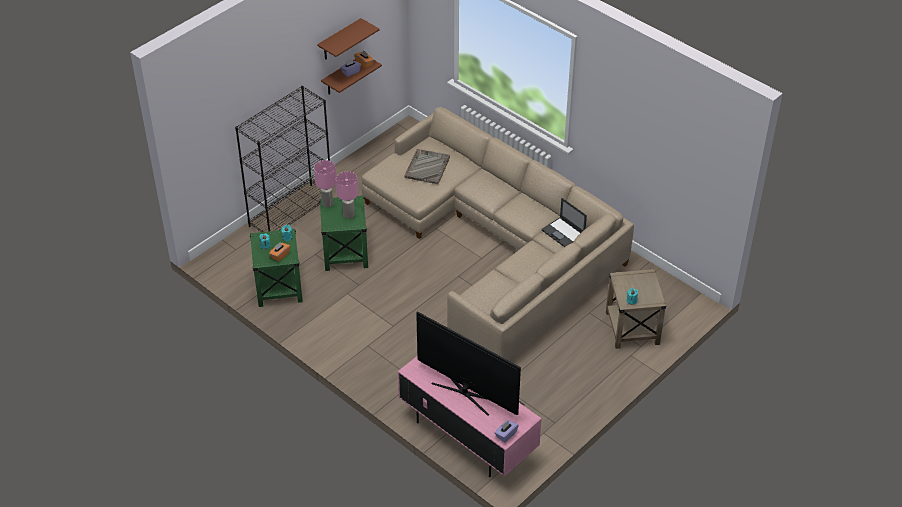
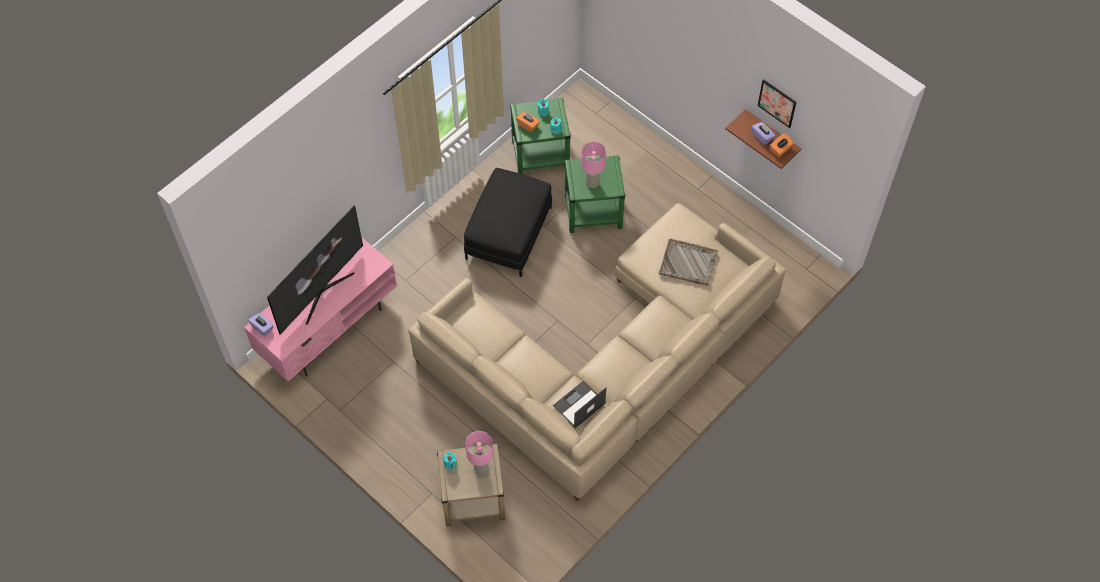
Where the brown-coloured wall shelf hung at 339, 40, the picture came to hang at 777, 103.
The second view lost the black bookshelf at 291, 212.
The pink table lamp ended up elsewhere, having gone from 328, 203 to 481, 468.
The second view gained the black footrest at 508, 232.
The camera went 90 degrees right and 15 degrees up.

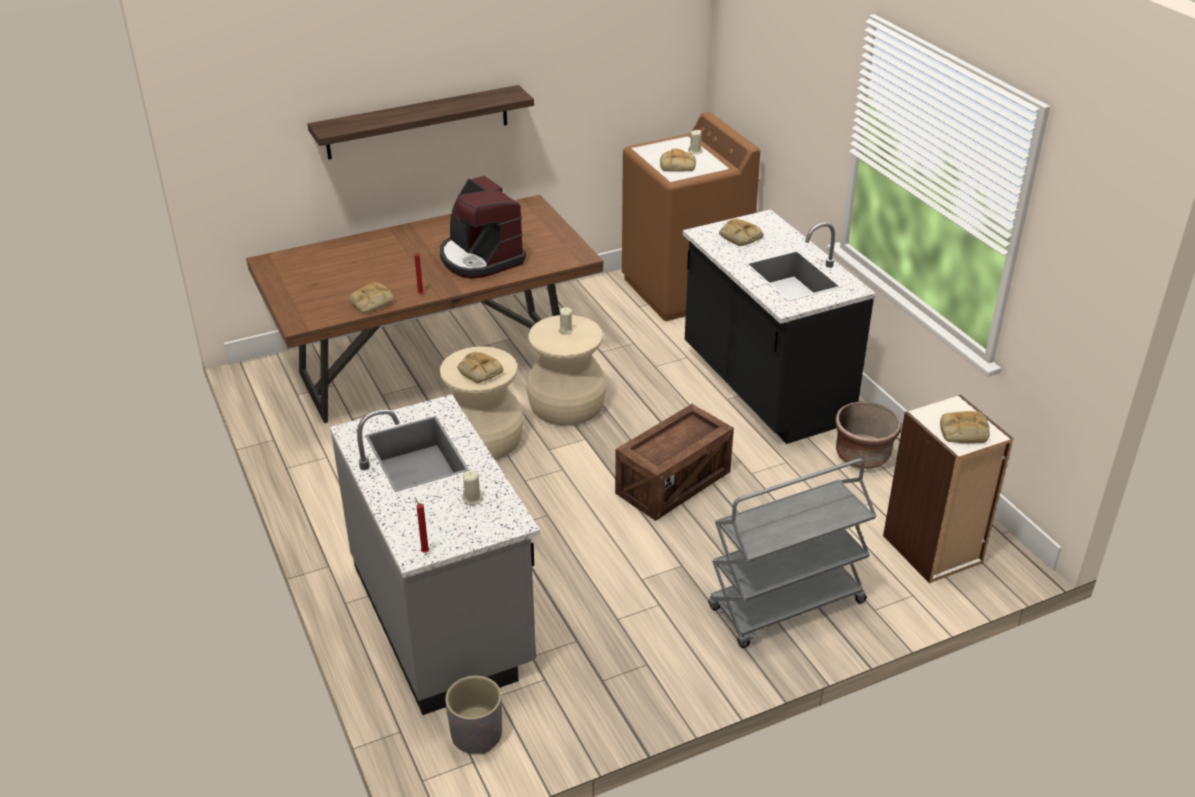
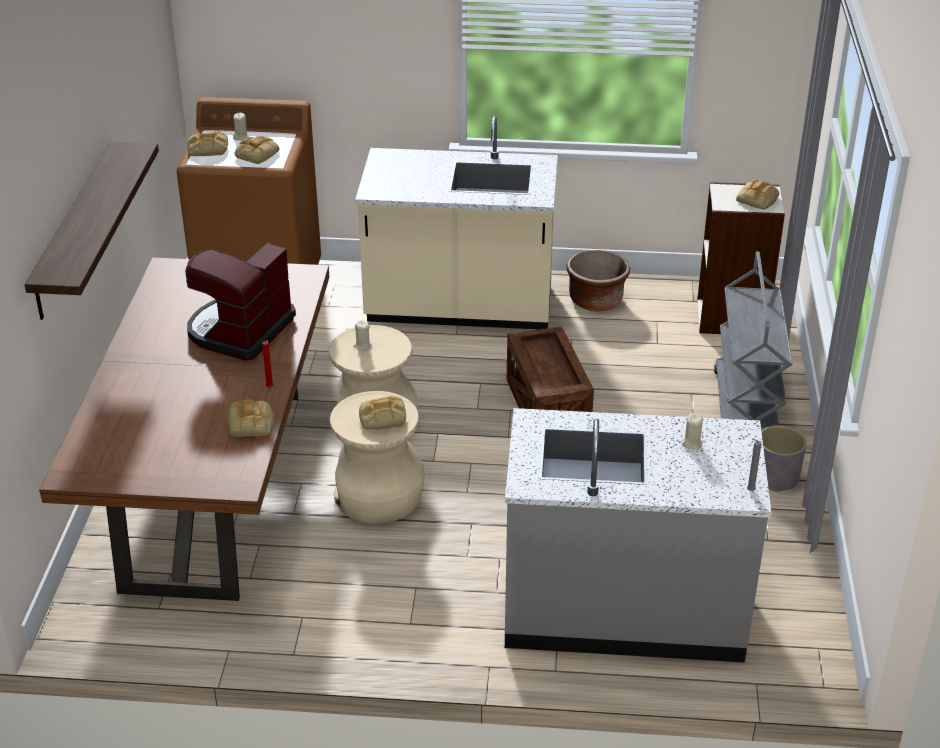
The coffee brewer at 480, 258 ended up facing another way, 120 degrees clockwise from before.
What was the black counter at 763, 388 turned into the beige-coloured counter at 459, 309.
The bread ended up elsewhere, having gone from 739, 236 to 207, 149.
What was the reddish wax candle at 424, 551 turned into the gray wax candle at 749, 491.
The gray plant pot ended up elsewhere, having gone from 477, 735 to 776, 478.
The camera went 60 degrees left and 0 degrees up.

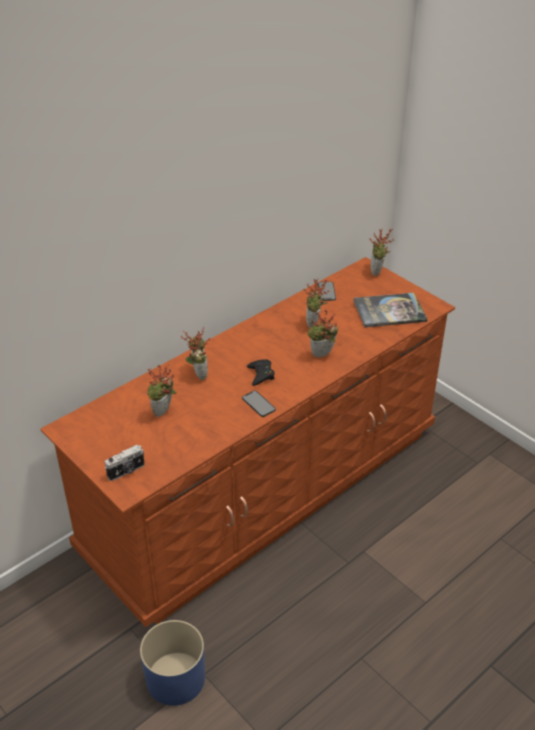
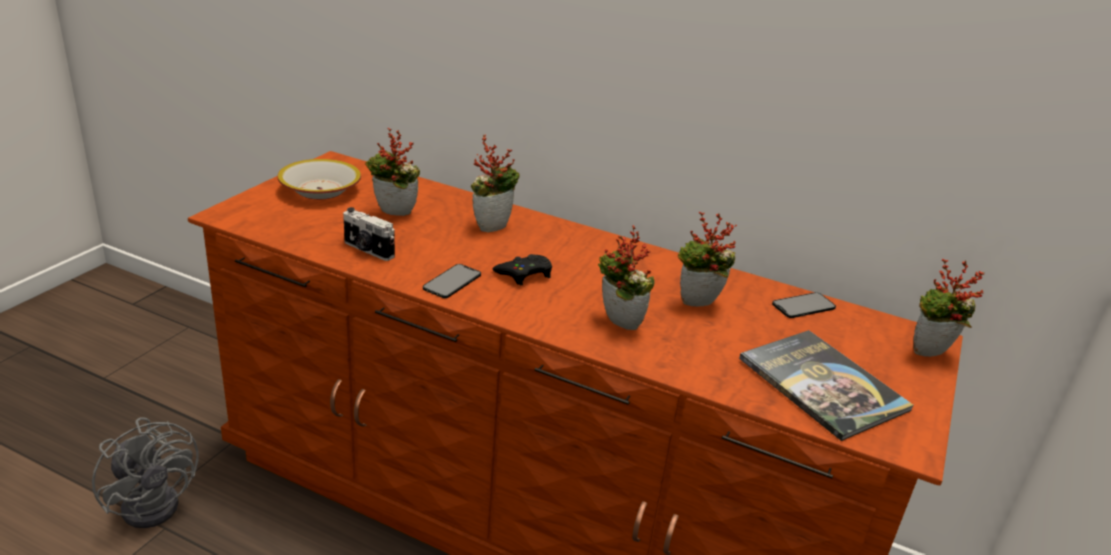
The still camera ended up elsewhere, having gone from 126, 471 to 367, 250.
Where the blue-coloured plant pot stood at 175, 678, the gray cooling fan came to stand at 157, 500.
The second view gained the serving bowl at 319, 190.
The camera went 65 degrees right and 10 degrees down.

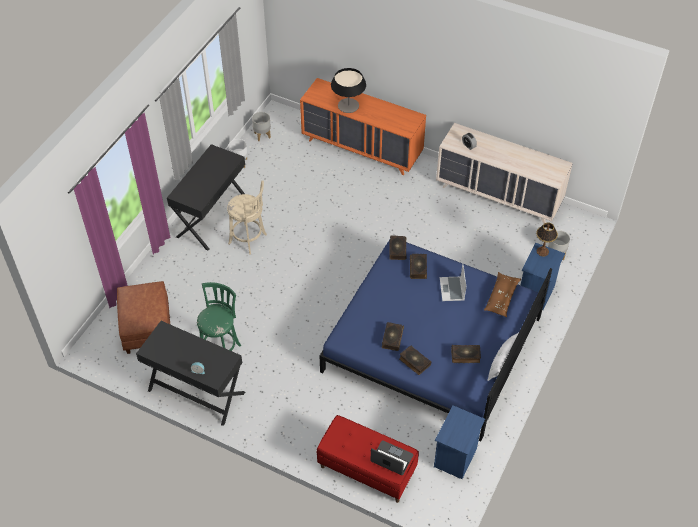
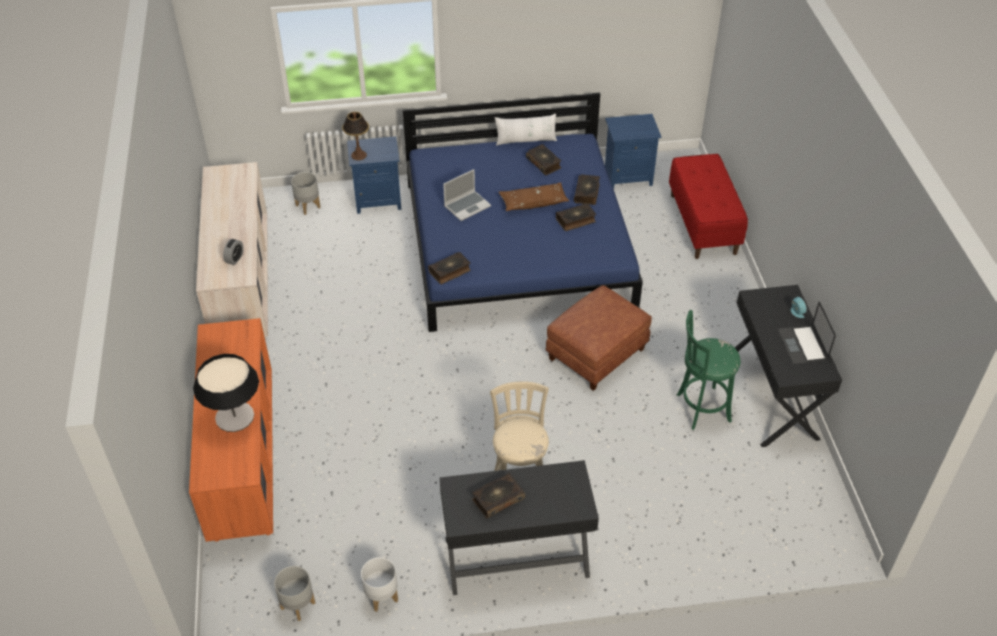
The bound book ended up elsewhere, having gone from 418, 268 to 497, 499.
The brown-coloured pillow ended up elsewhere, having gone from 501, 298 to 533, 202.
The brown-coloured footrest ended up elsewhere, having gone from 146, 327 to 596, 355.
The portable computer ended up elsewhere, having gone from 391, 458 to 803, 345.
The camera went 125 degrees left and 5 degrees down.

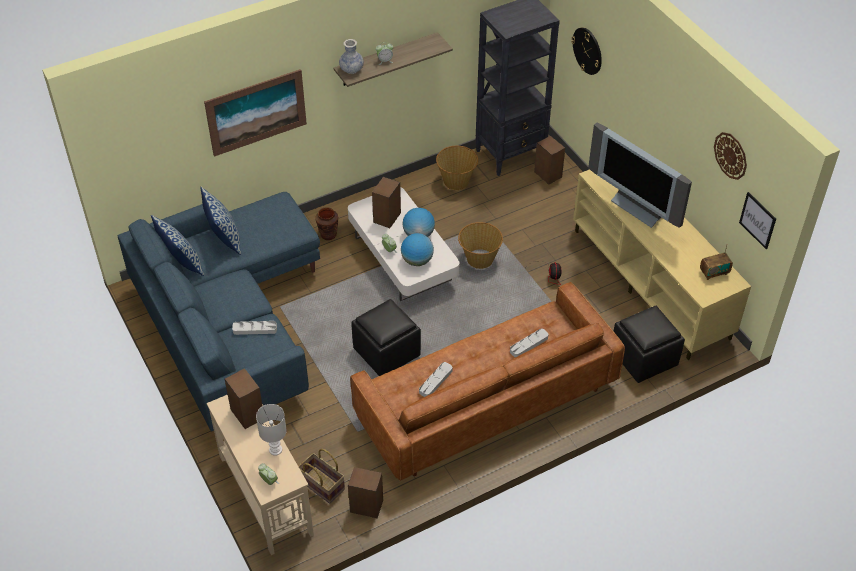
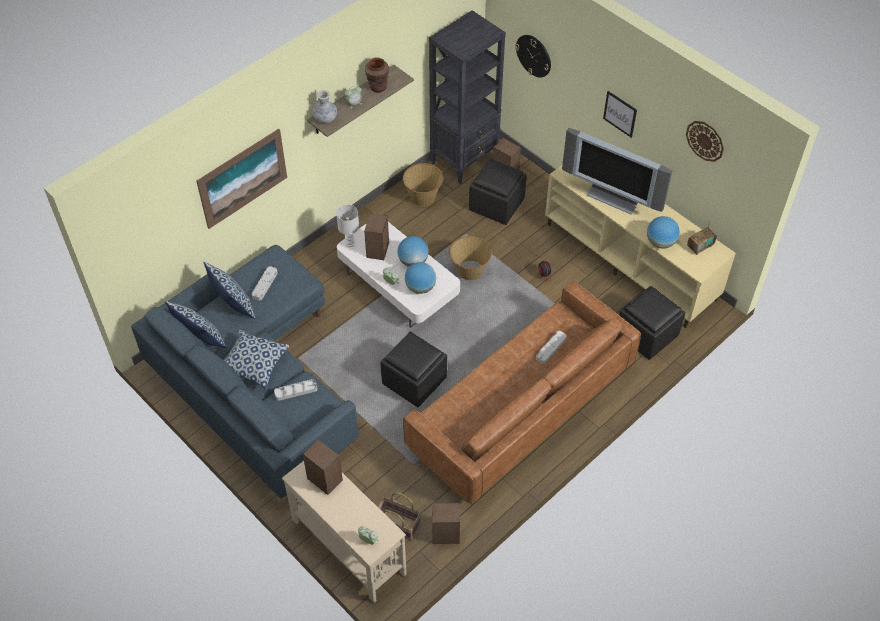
The picture ended up elsewhere, having gone from 757, 220 to 620, 114.
The brown-coloured decorative vase ended up elsewhere, having gone from 328, 234 to 378, 87.
The gray serving tray ended up elsewhere, having gone from 435, 381 to 265, 285.
The whitish table lamp ended up elsewhere, having gone from 275, 449 to 349, 243.
The second view gained the black footrest at 497, 204.
The second view gained the globe at 660, 242.
The second view gained the pillow at 253, 364.
The camera went 15 degrees left and 5 degrees up.

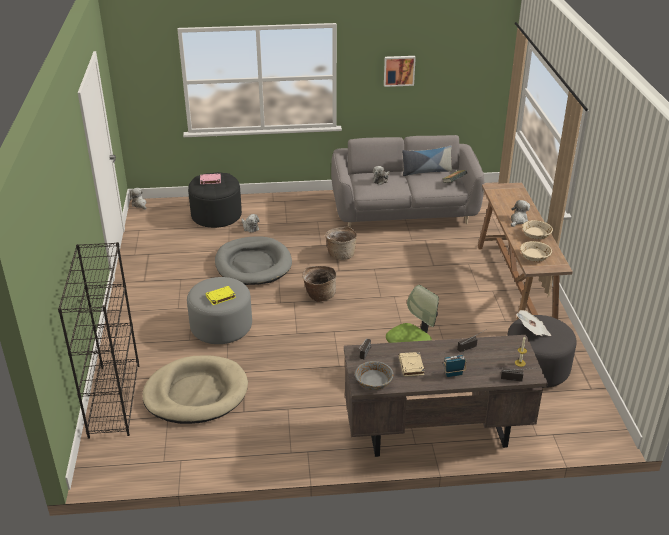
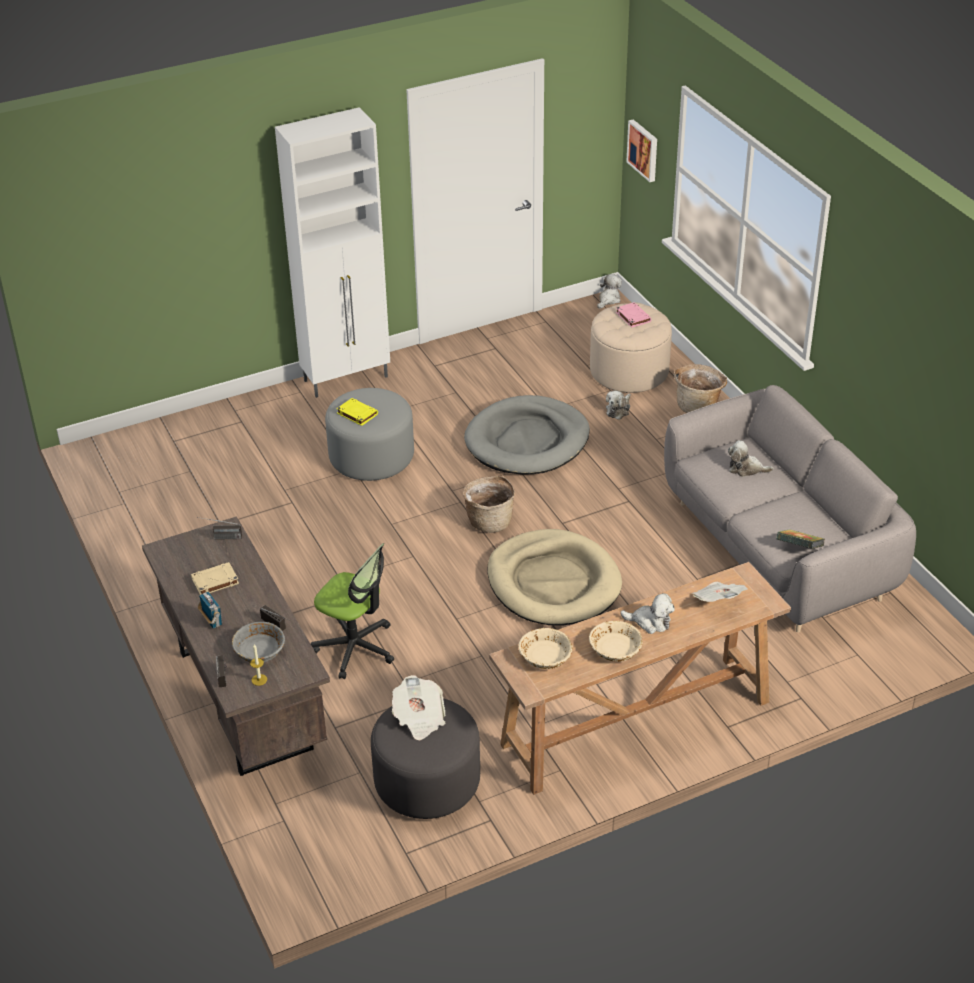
The picture ended up elsewhere, having gone from 399, 70 to 644, 150.
The second view lost the pillow at 426, 171.
What was the black footrest at 216, 215 turned into the beige-coloured footrest at 629, 371.
The household basket ended up elsewhere, having gone from 341, 254 to 698, 406.
The second view lost the black bookshelf at 114, 399.
The beige-coloured pet bed ended up elsewhere, having gone from 196, 393 to 553, 583.
The gray serving bowl ended up elsewhere, having gone from 373, 381 to 259, 650.
The second view gained the whitish storage cabinet at 347, 379.
The second view gained the printed paper at 718, 601.
The camera went 70 degrees right and 5 degrees up.

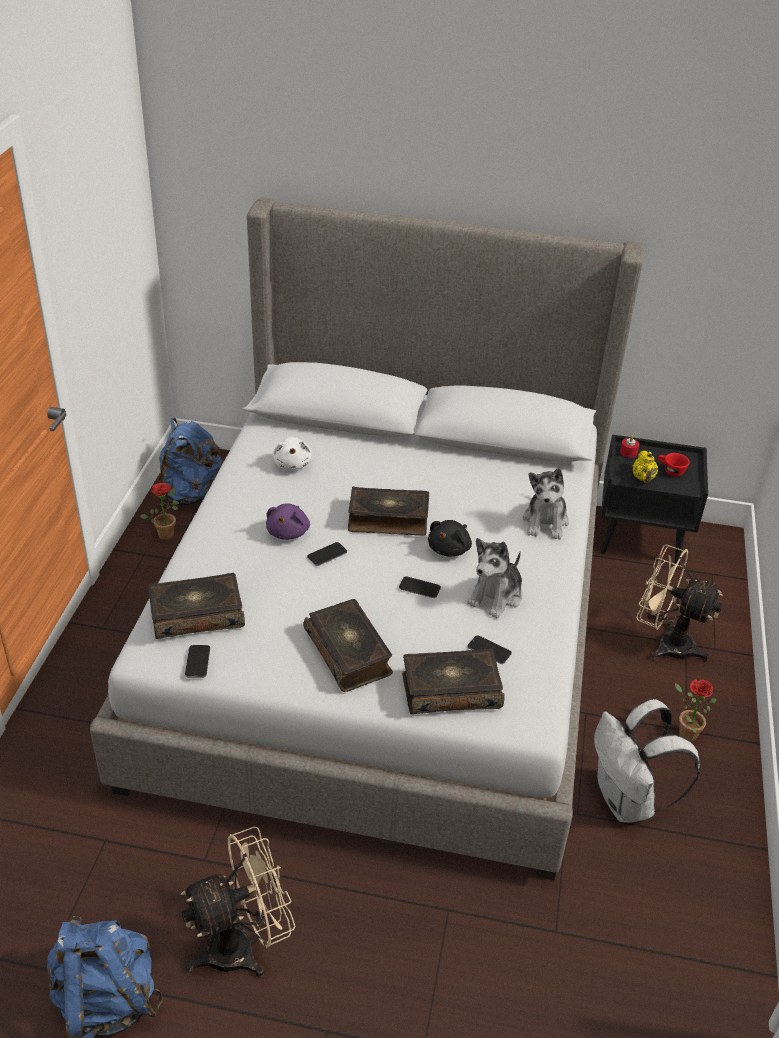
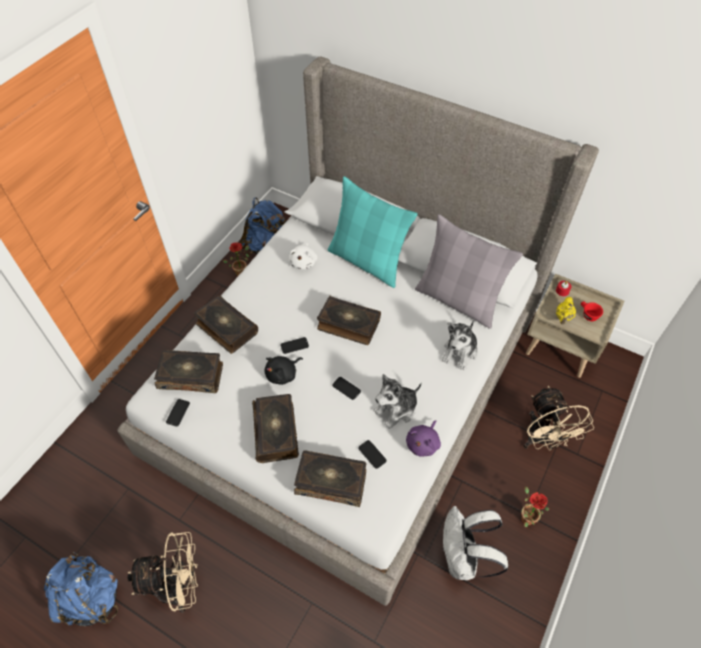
What was the black bedside table at 641, 539 turned into the beige-coloured bedside table at 561, 348.
The purple soft toy ended up elsewhere, having gone from 289, 532 to 423, 443.
The black soft toy ended up elsewhere, having gone from 450, 549 to 283, 374.
The beige-coloured cooling fan at 665, 643 ended up facing another way, 150 degrees counterclockwise from before.
The second view gained the turquoise pillow at 367, 261.
The second view gained the gray pillow at 458, 300.
The second view gained the bound book at 226, 328.
The camera went 20 degrees right and 15 degrees up.

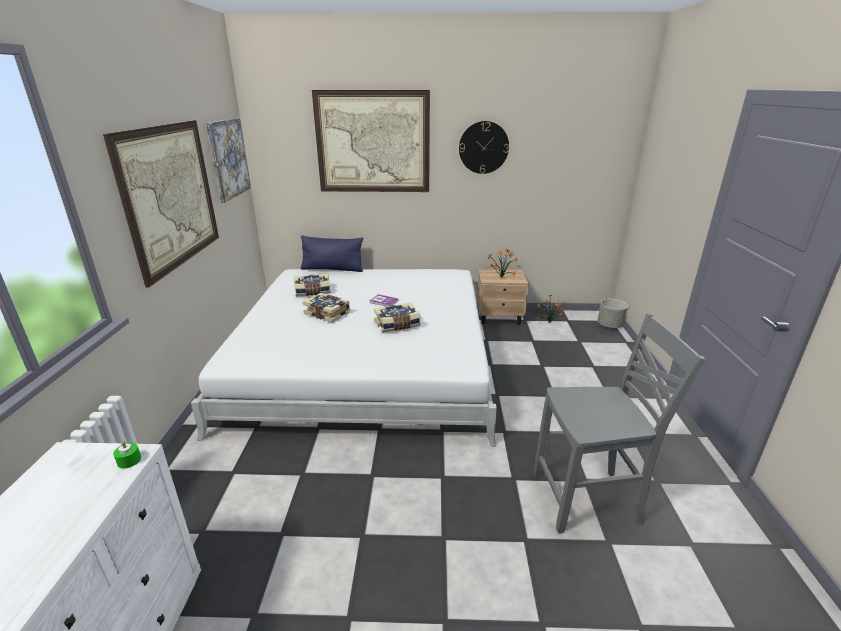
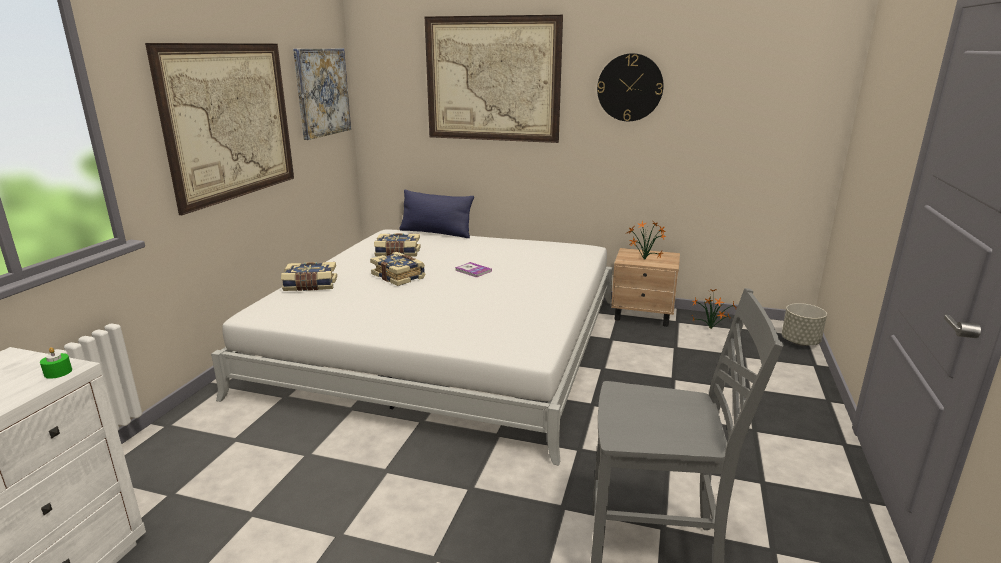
The bound book ended up elsewhere, having gone from 397, 325 to 310, 285.
The camera went 15 degrees right and 5 degrees down.

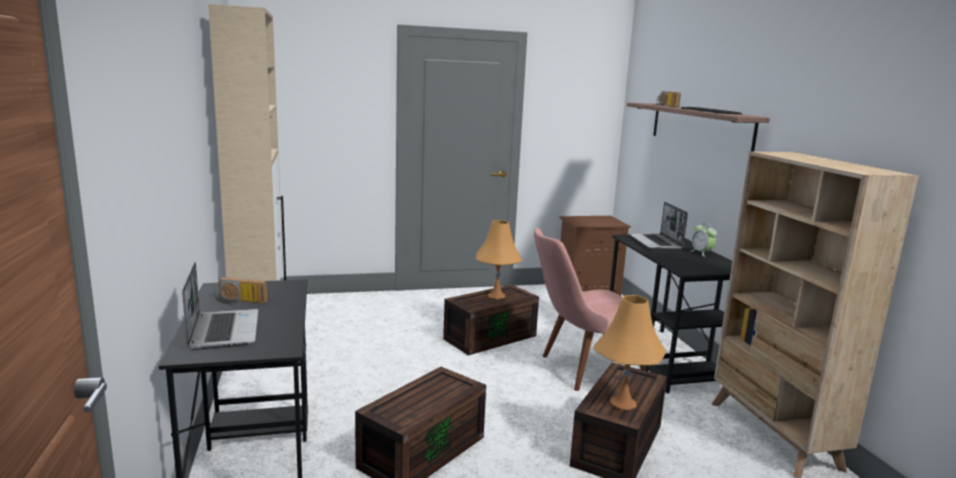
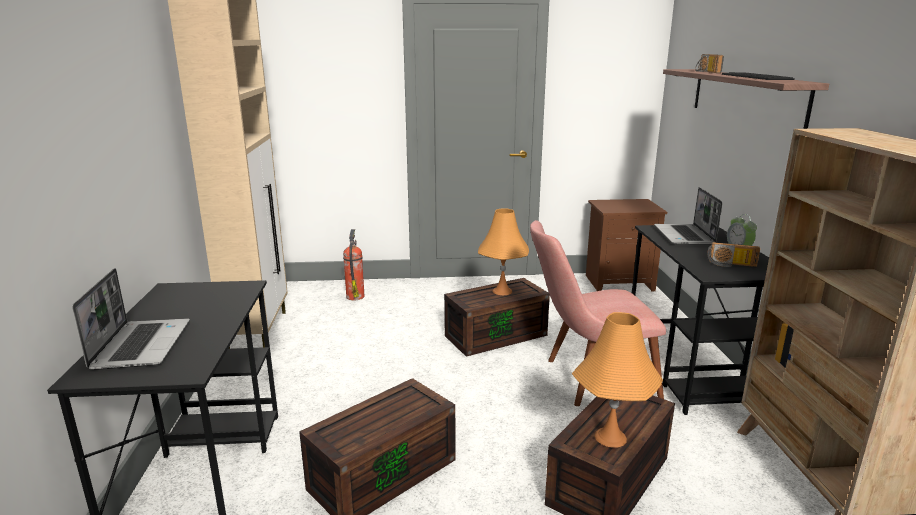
The radio set ended up elsewhere, having gone from 239, 302 to 731, 265.
The second view gained the extinguisher at 355, 296.
The camera went 10 degrees right and 5 degrees up.

